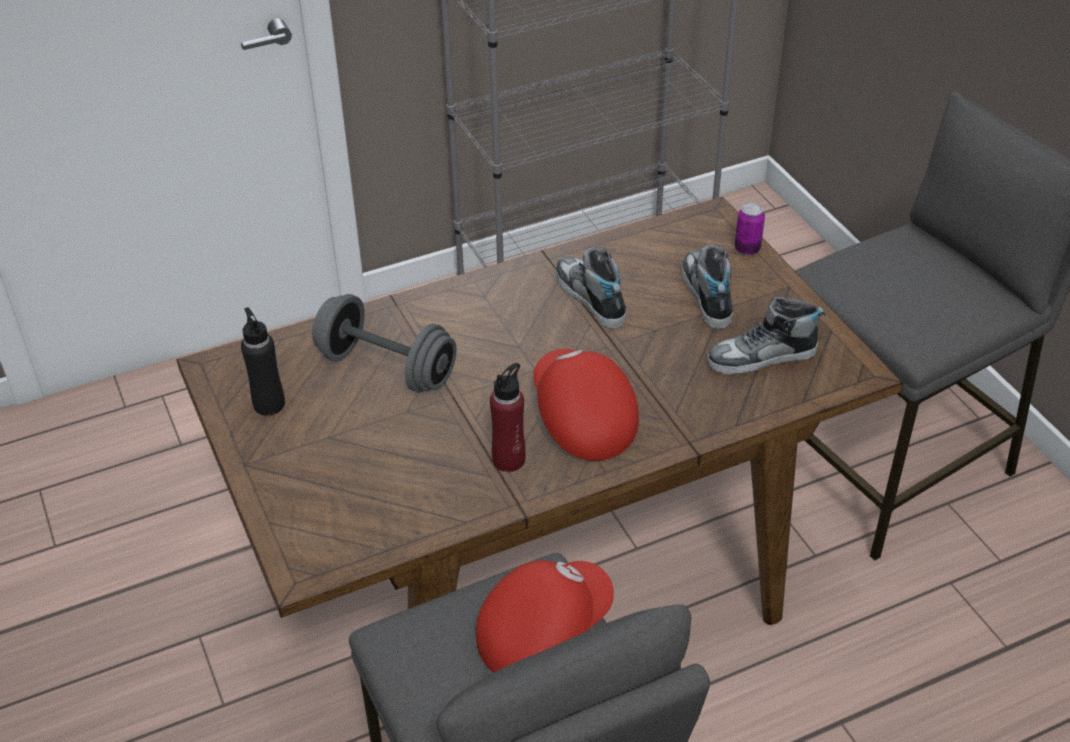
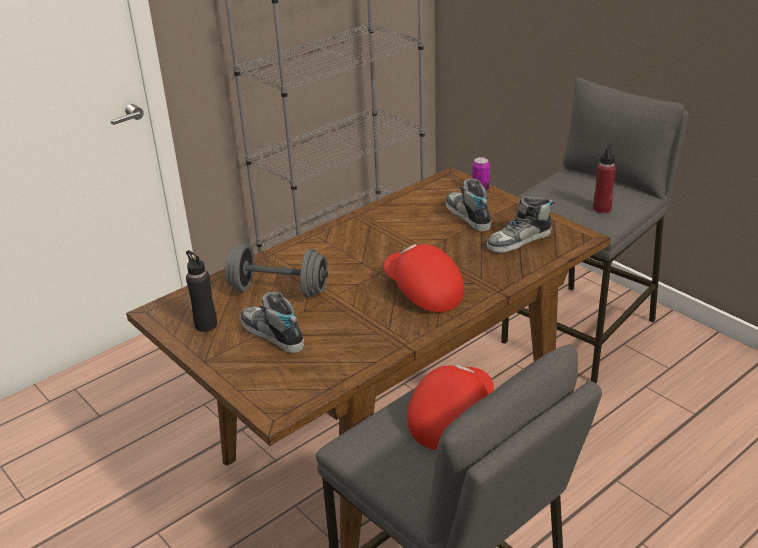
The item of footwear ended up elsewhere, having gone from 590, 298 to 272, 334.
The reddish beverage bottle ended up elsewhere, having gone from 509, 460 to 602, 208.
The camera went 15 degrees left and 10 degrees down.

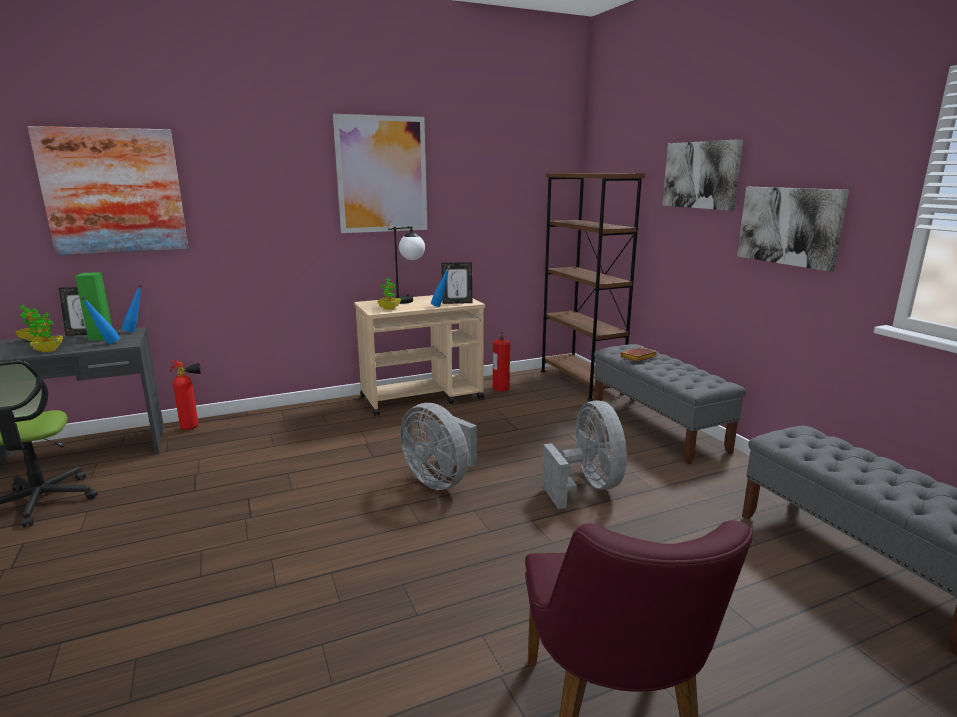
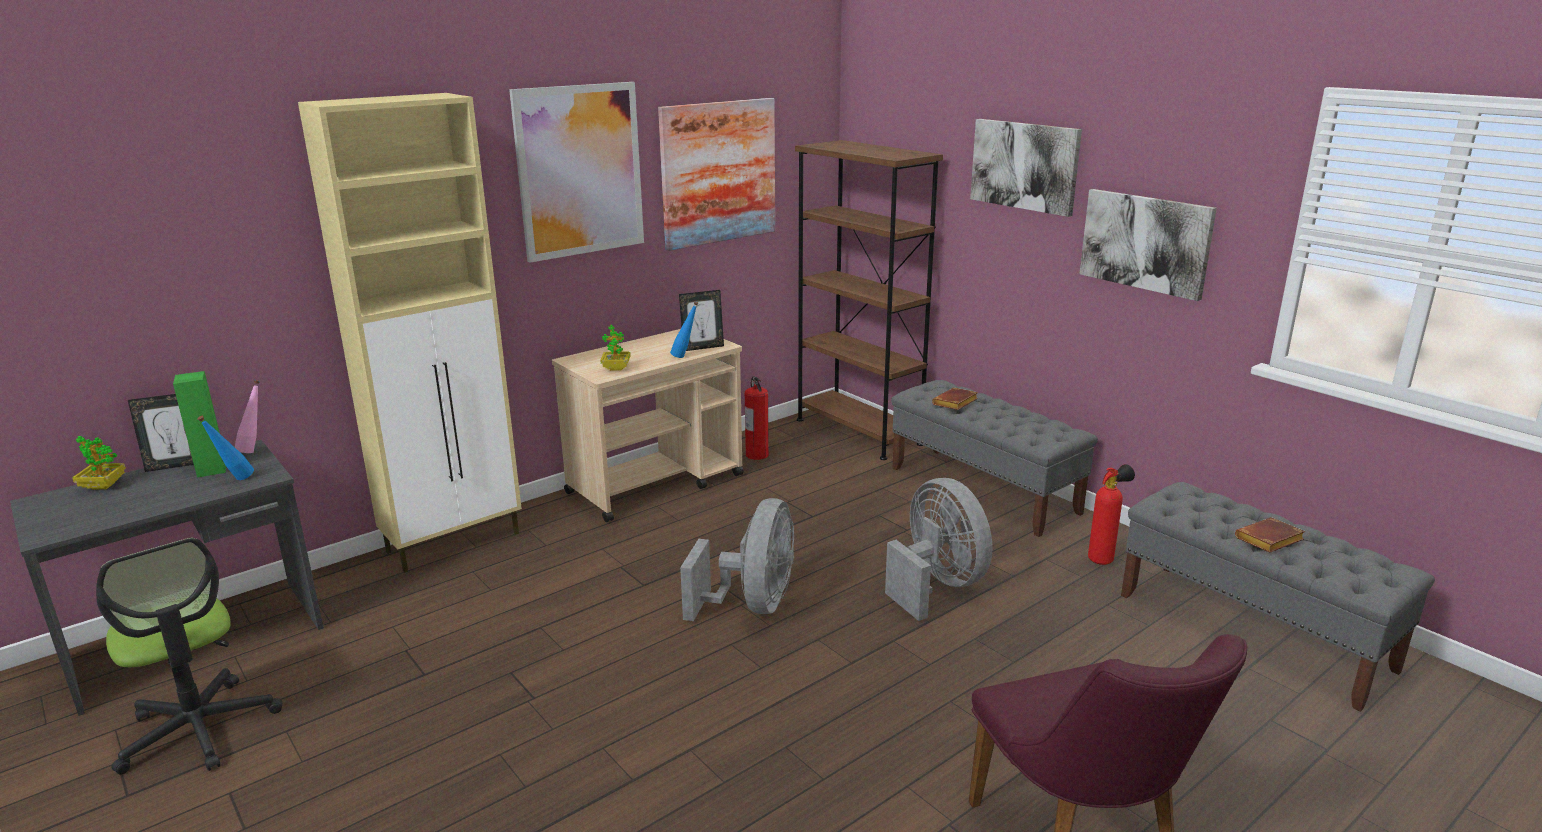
The picture ended up elsewhere, having gone from 114, 191 to 718, 172.
The second view lost the table lamp at 409, 300.
What was the blue-coloured beverage bottle at 136, 331 turned into the pink beverage bottle at 255, 450.
The second view lost the potted plant at 49, 350.
The extinguisher ended up elsewhere, having gone from 194, 427 to 1103, 559.
The gray cooling fan at 440, 480 ended up facing another way, 105 degrees counterclockwise from before.
The second view gained the beige-coloured storage cabinet at 455, 542.
The second view gained the brown-coloured bound book at 1269, 541.
The camera went 15 degrees left and 5 degrees up.

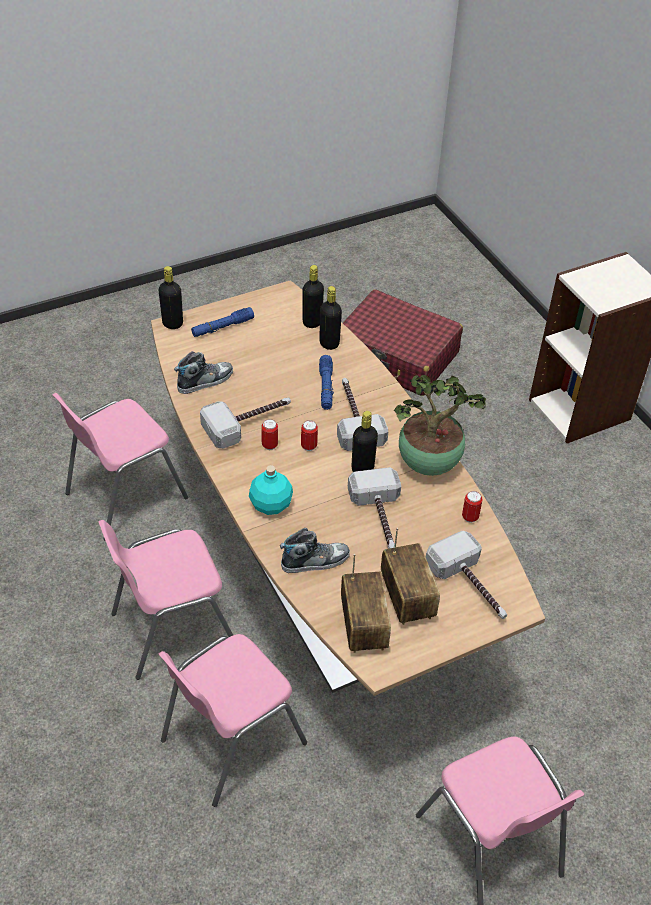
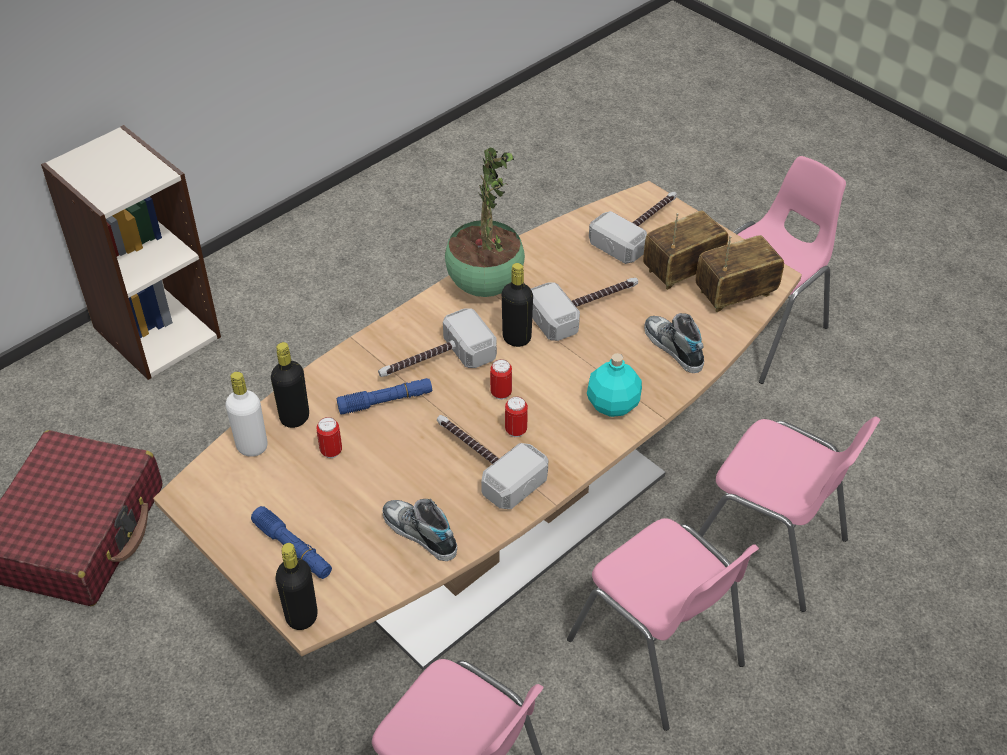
What was the black beverage bottle at 312, 322 turned into the whitish beverage bottle at 252, 447.
The sealed can ended up elsewhere, having gone from 470, 517 to 331, 451.
The camera went 105 degrees left and 0 degrees up.

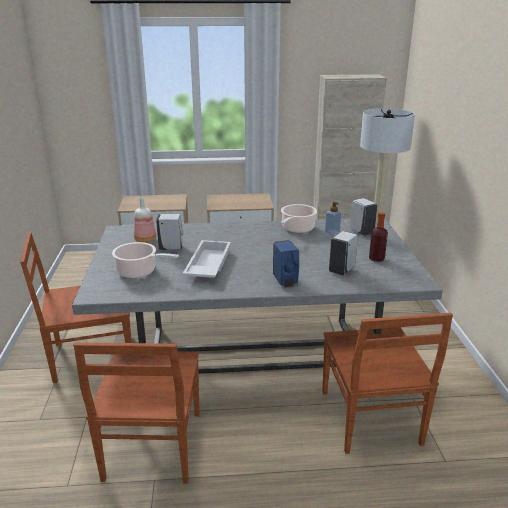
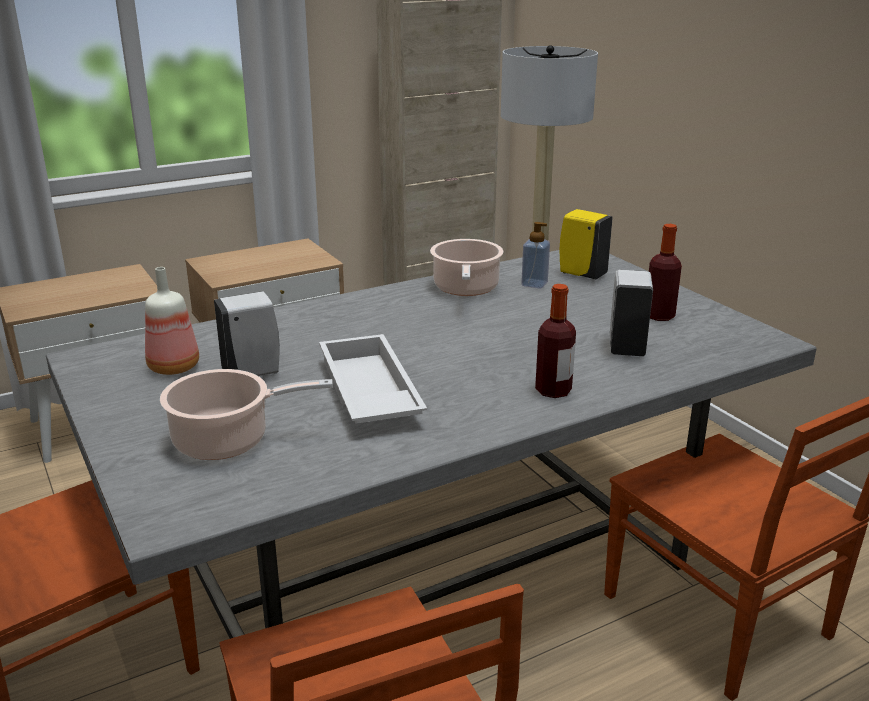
What was the whitish soap dispenser at 361, 232 turned into the yellow-coloured soap dispenser at 581, 274.
Where the blue-coloured soap dispenser stood at 285, 281, the beverage bottle came to stand at 553, 391.
The camera went 25 degrees left and 0 degrees up.

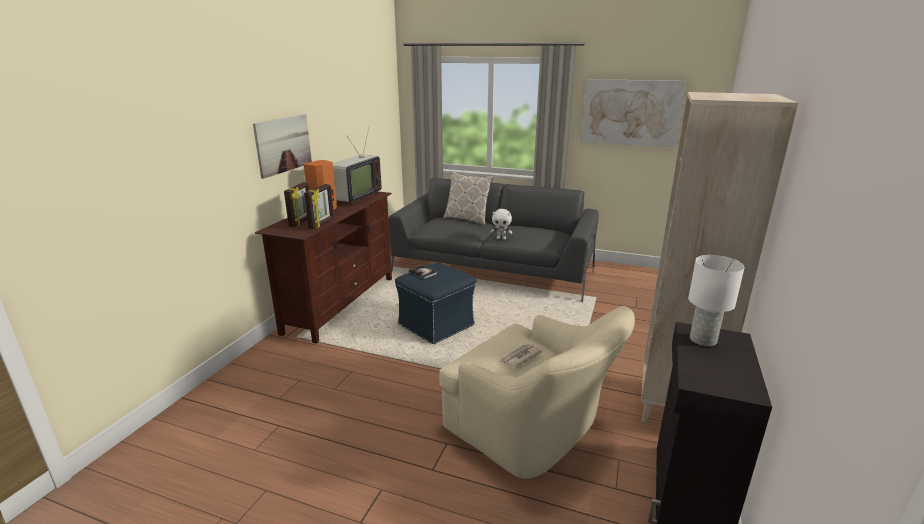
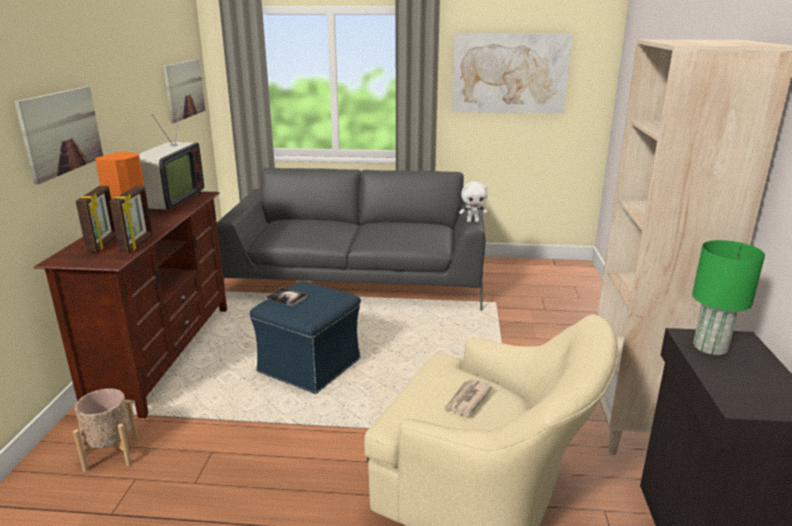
The second view lost the pillow at 467, 219.
The whitish soft toy ended up elsewhere, having gone from 501, 238 to 473, 221.
What was the whitish table lamp at 703, 339 turned into the green table lamp at 709, 347.
The second view gained the picture at 184, 89.
The second view gained the beige-coloured plant pot at 111, 454.
The camera went 15 degrees left and 0 degrees up.

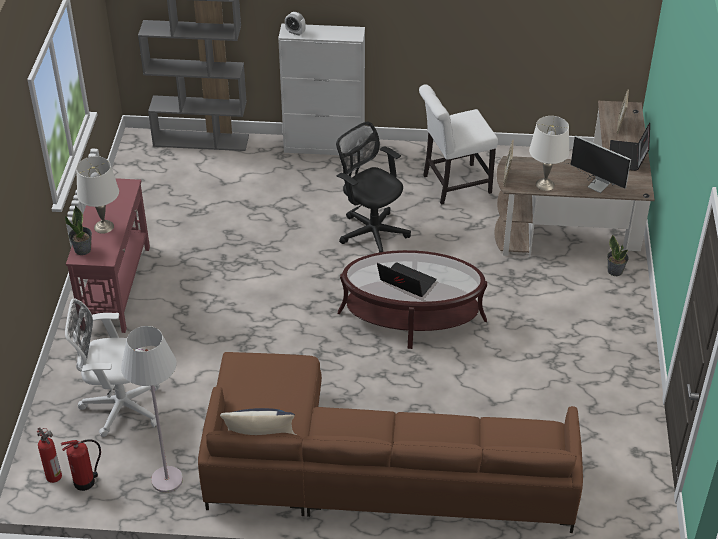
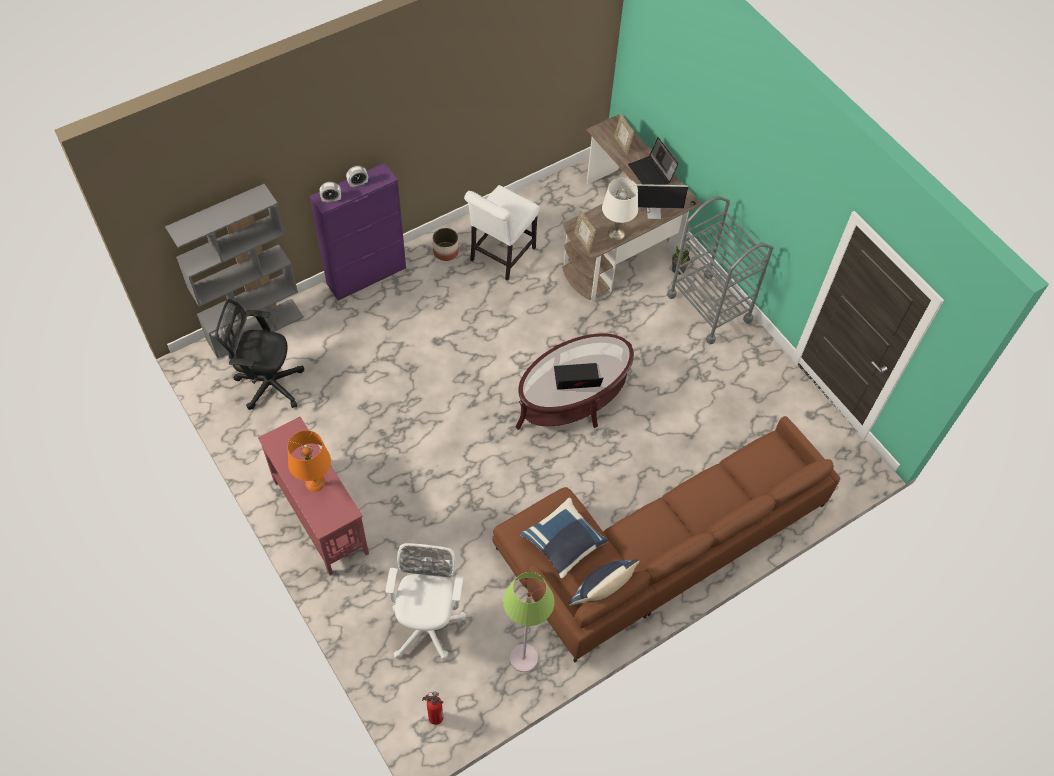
What was the whitish storage cabinet at 325, 147 turned into the purple storage cabinet at 367, 275.
The black computer chair ended up elsewhere, having gone from 371, 232 to 267, 383.
What was the whitish table lamp at 104, 226 turned into the orangey table lamp at 315, 482.
The second view lost the potted plant at 83, 249.
The whitish computer chair at 118, 407 ended up facing another way, 135 degrees clockwise from before.
What was the whitish floor lamp at 167, 479 turned into the green floor lamp at 523, 658.
The second view lost the extinguisher at 86, 481.
The second view gained the bedside clock at 358, 184.
The second view gained the gray trolley at 709, 307.
The second view gained the plant pot at 445, 251.
The second view gained the blue-coloured pillow at 564, 543.
The camera went 40 degrees left and 15 degrees up.

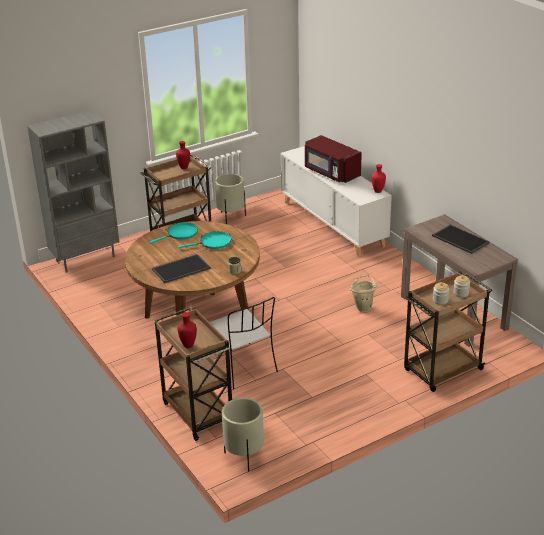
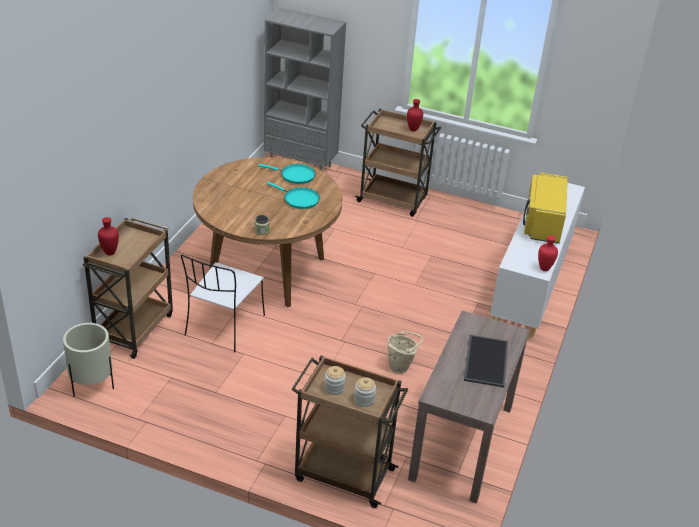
What was the reddish microwave oven at 331, 173 turned into the yellow-coloured microwave oven at 542, 223.
The second view lost the beige-coloured plant pot at 231, 217.
The second view lost the serving tray at 181, 268.
The camera went 50 degrees right and 5 degrees up.

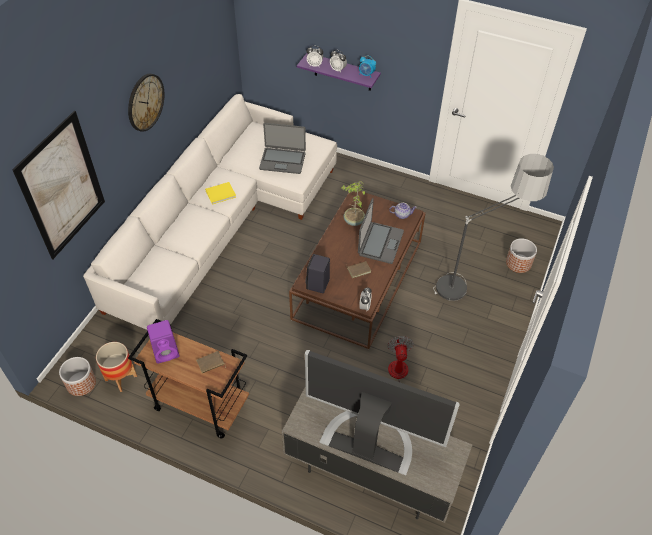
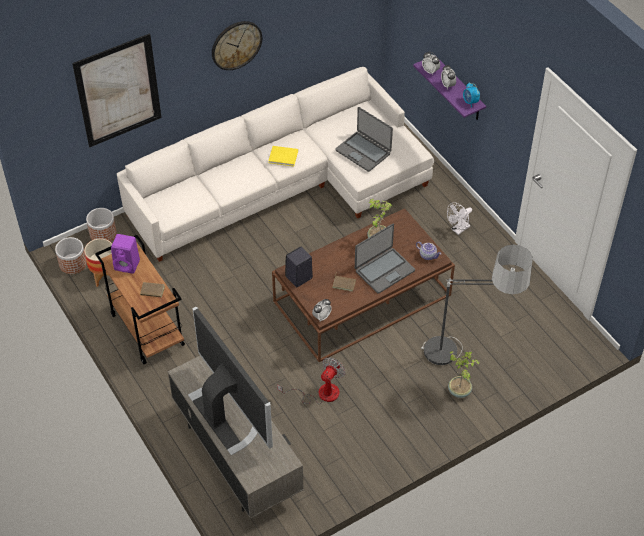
The plant pot ended up elsewhere, having gone from 518, 263 to 103, 233.
The second view gained the whitish cooling fan at 458, 230.
The second view gained the potted plant at 459, 390.
The camera went 35 degrees right and 0 degrees up.

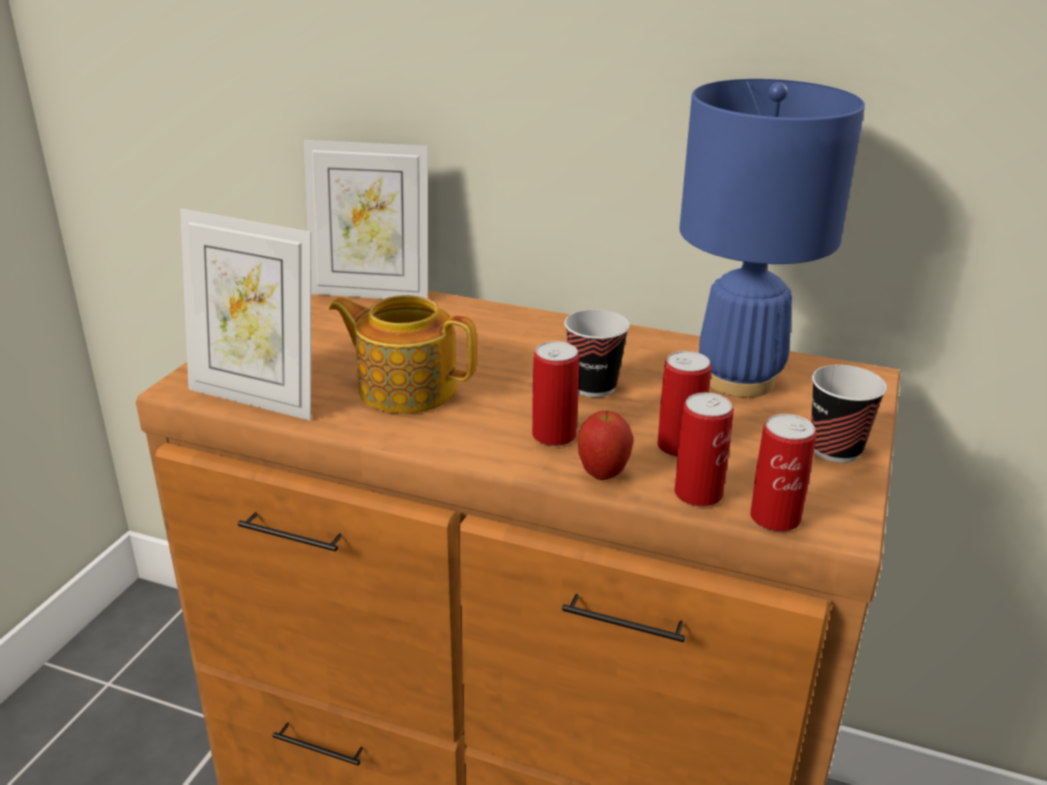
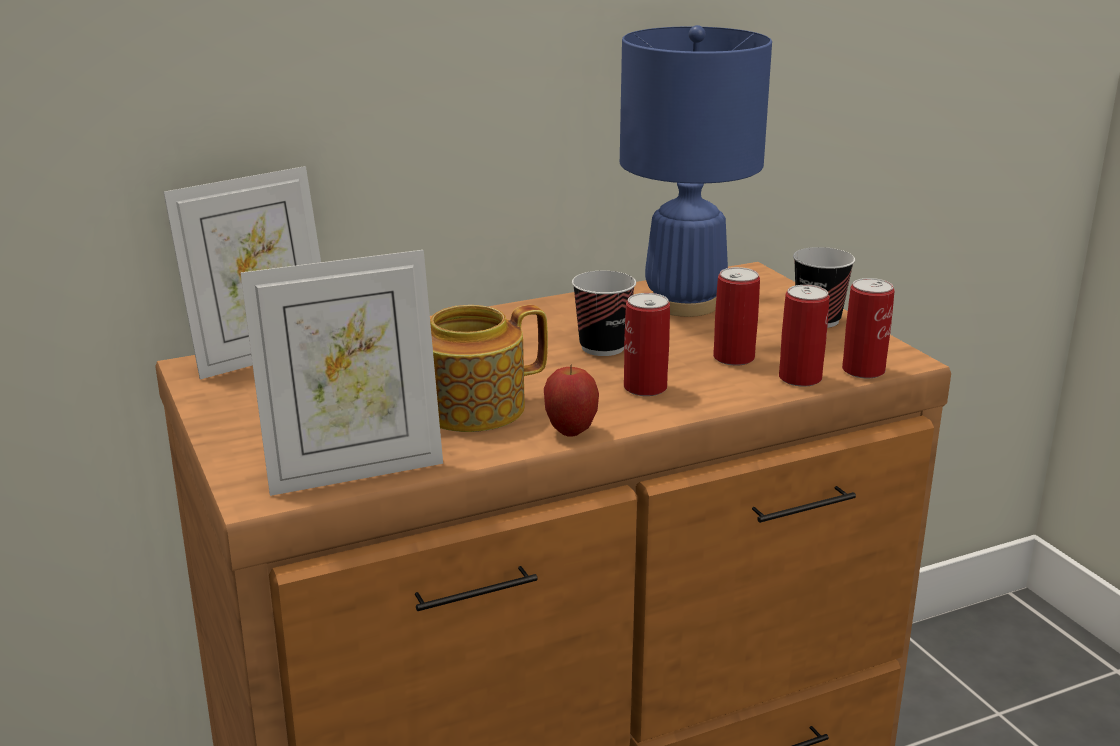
The apple ended up elsewhere, having gone from 603, 474 to 570, 431.
The camera went 45 degrees left and 5 degrees down.

